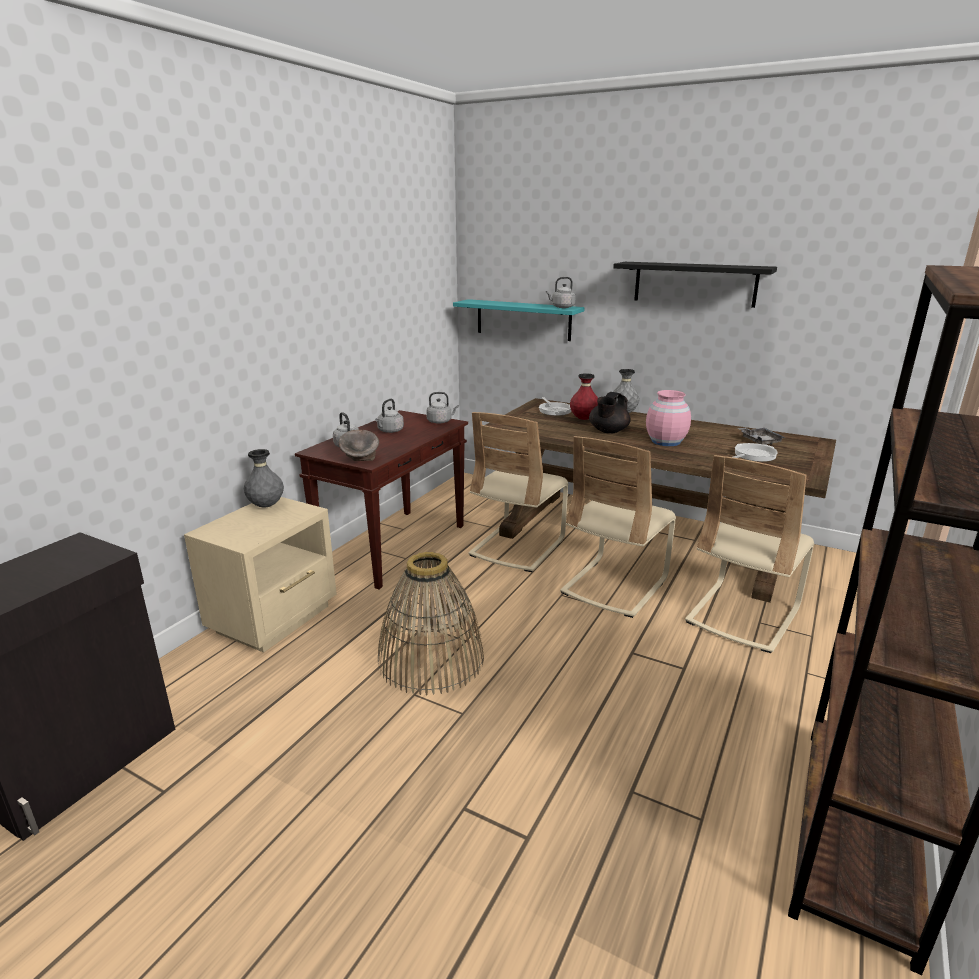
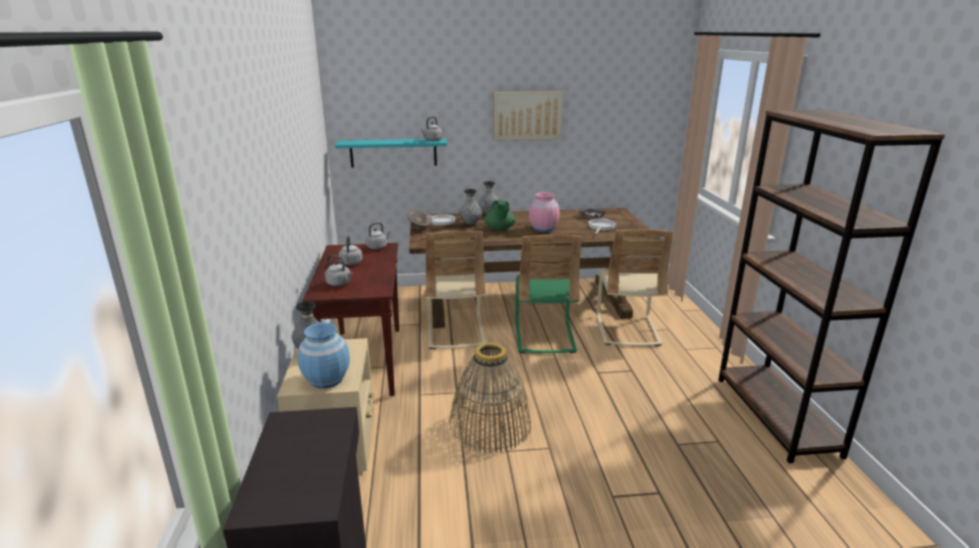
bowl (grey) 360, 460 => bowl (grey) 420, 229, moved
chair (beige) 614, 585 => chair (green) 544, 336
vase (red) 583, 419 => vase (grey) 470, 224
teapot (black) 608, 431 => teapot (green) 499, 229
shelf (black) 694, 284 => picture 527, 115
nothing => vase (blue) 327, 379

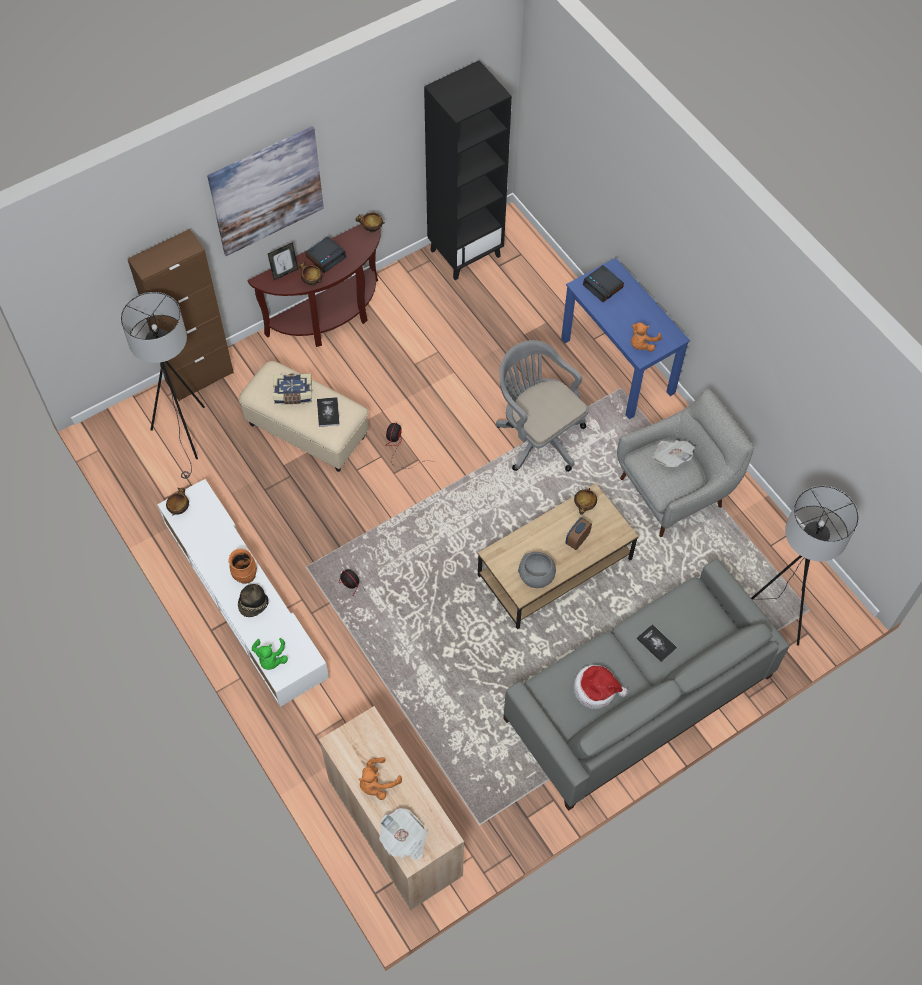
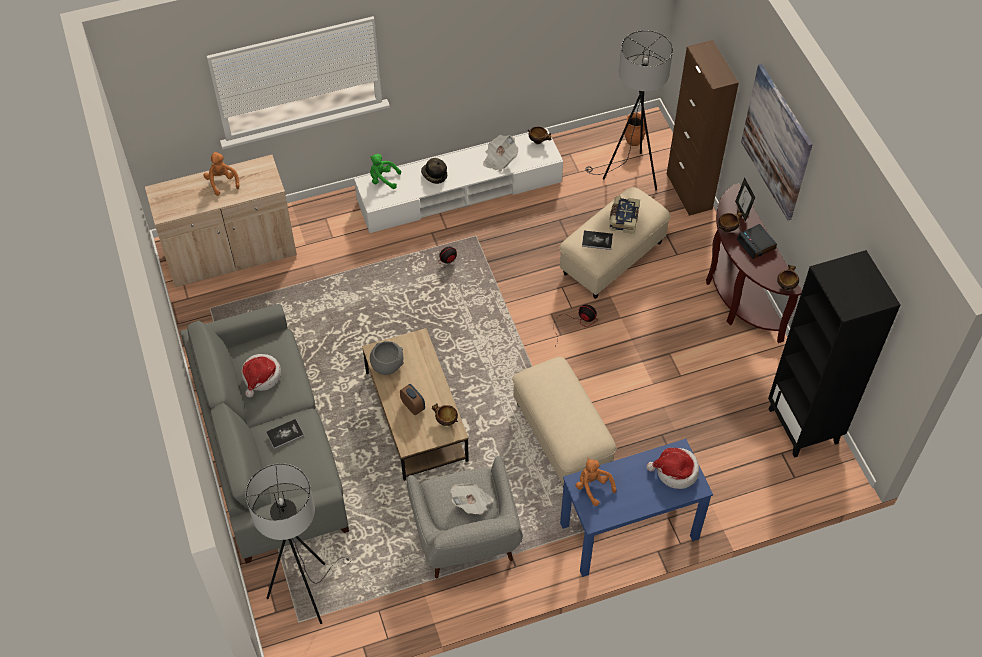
vase (orange) 245, 576 => vase (orange) 633, 141, moved
newspaper 404, 839 => newspaper 499, 159, moved
office chair (grey) 537, 435 => ottoman (beige) 562, 437
alarm clock 603, 286 => hat 675, 471

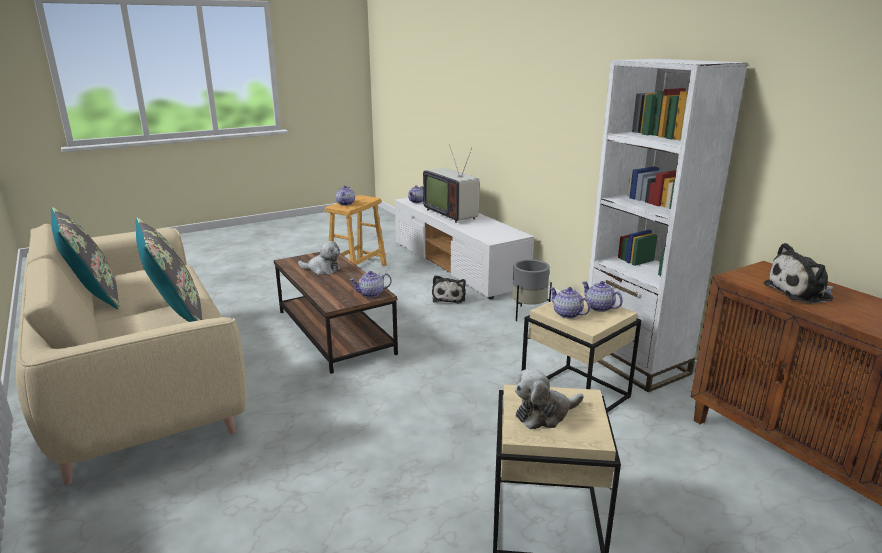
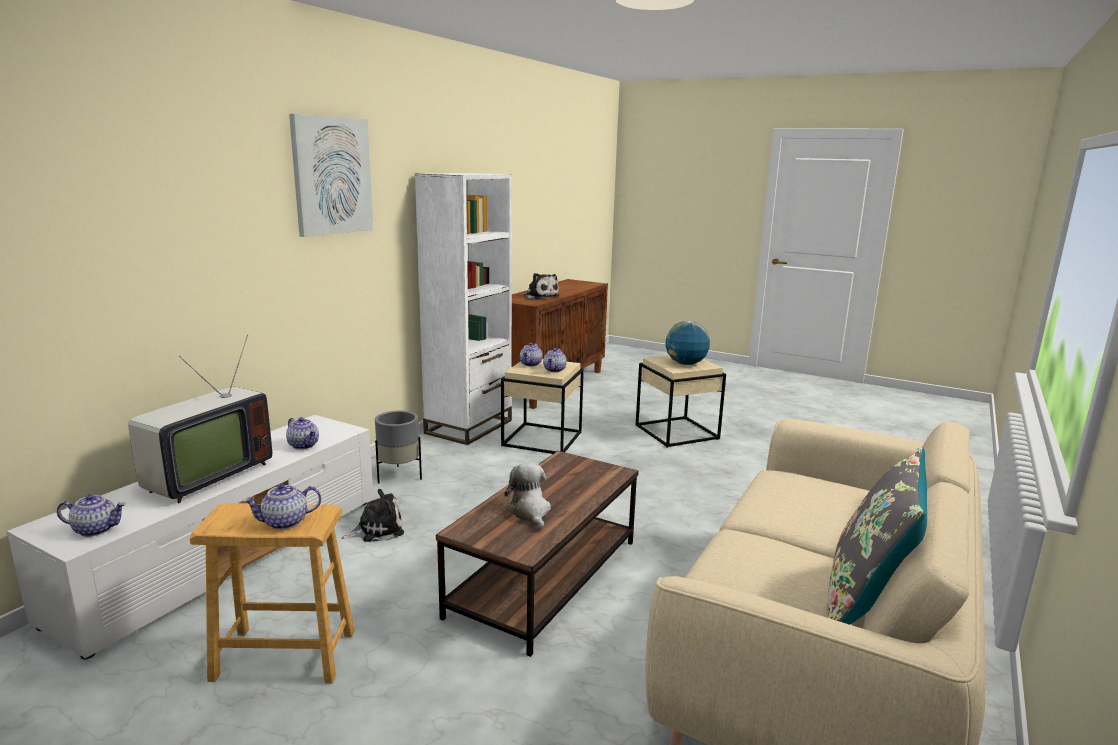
pillow (grey) 176, 314 => nothing
teapot 371, 294 => teapot 304, 445, moved
plush toy 544, 414 => globe 685, 364
nothing => picture 332, 176

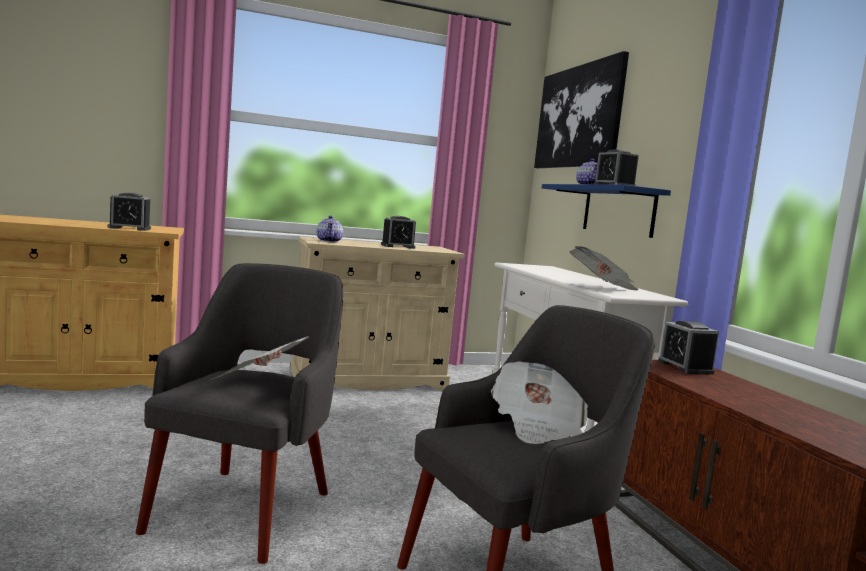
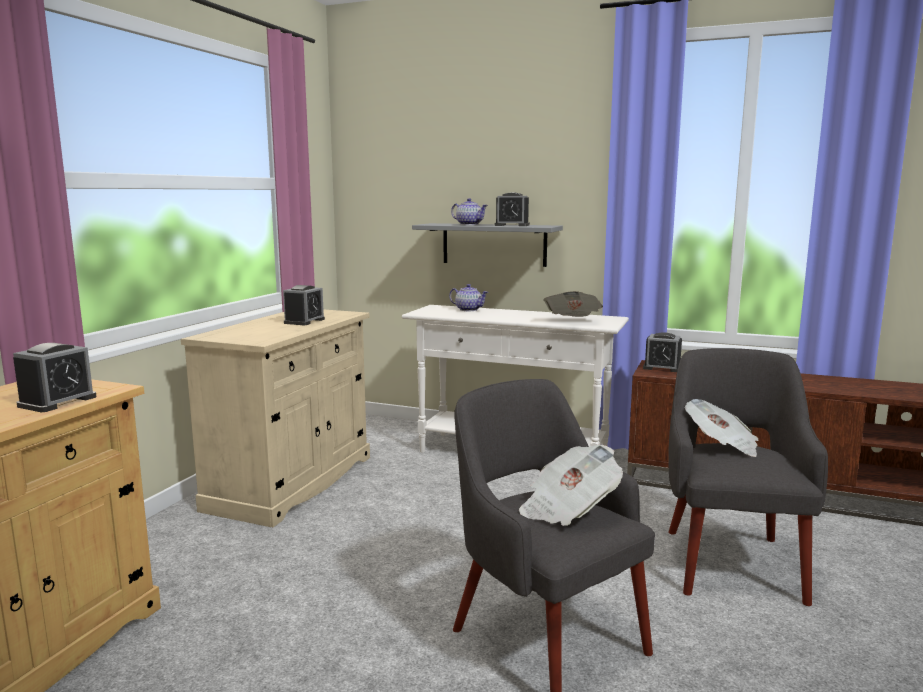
teapot 329, 241 => teapot 468, 309, moved
picture 578, 117 => nothing
shelf (blue) 618, 211 => shelf (grey) 494, 244

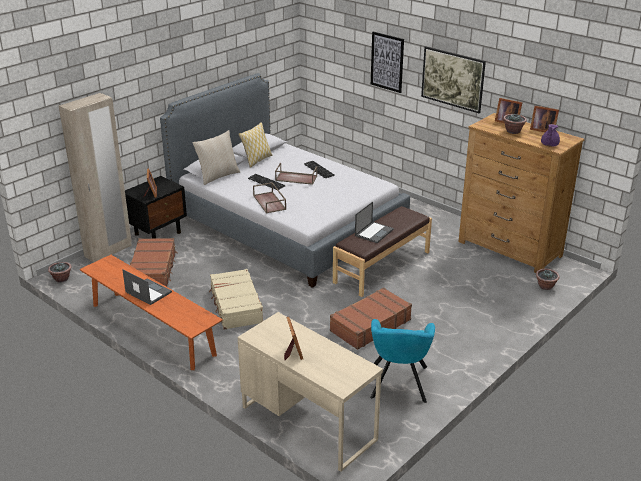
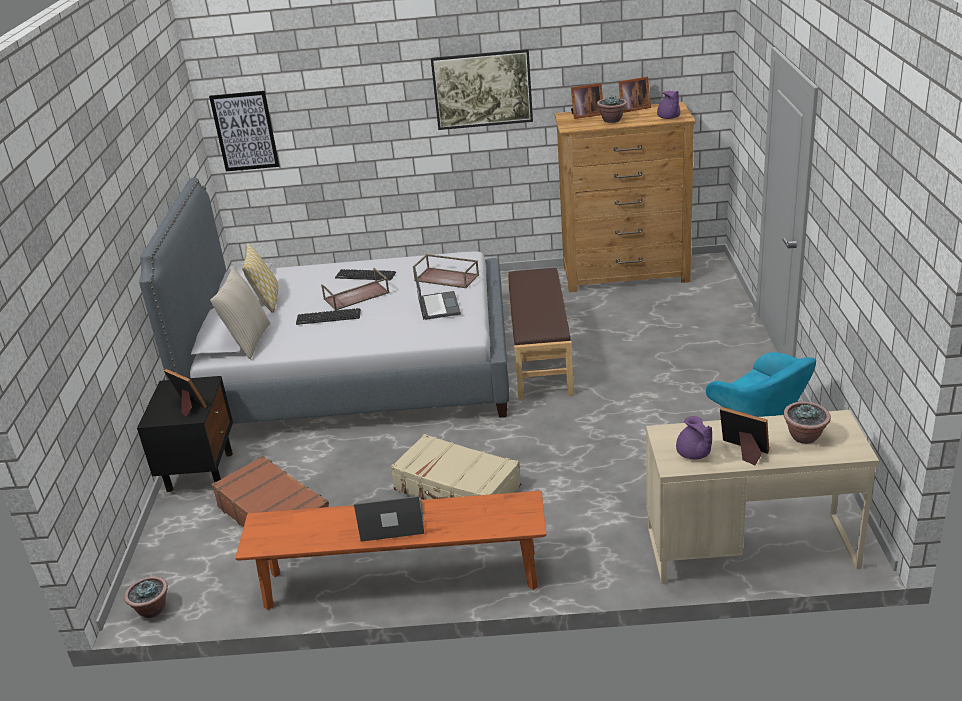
wardrobe (beige) 108, 251 => nothing
tray (brown) 270, 202 => tray (brown) 447, 278, moved
suitcase (brown) 370, 325 => nothing
laptop 374, 232 => laptop 438, 306, moved
picture 387, 62 => picture 245, 131, moved
potted plant 545, 286 => potted plant 805, 437, moved
nothing => teapot (purple) 694, 454

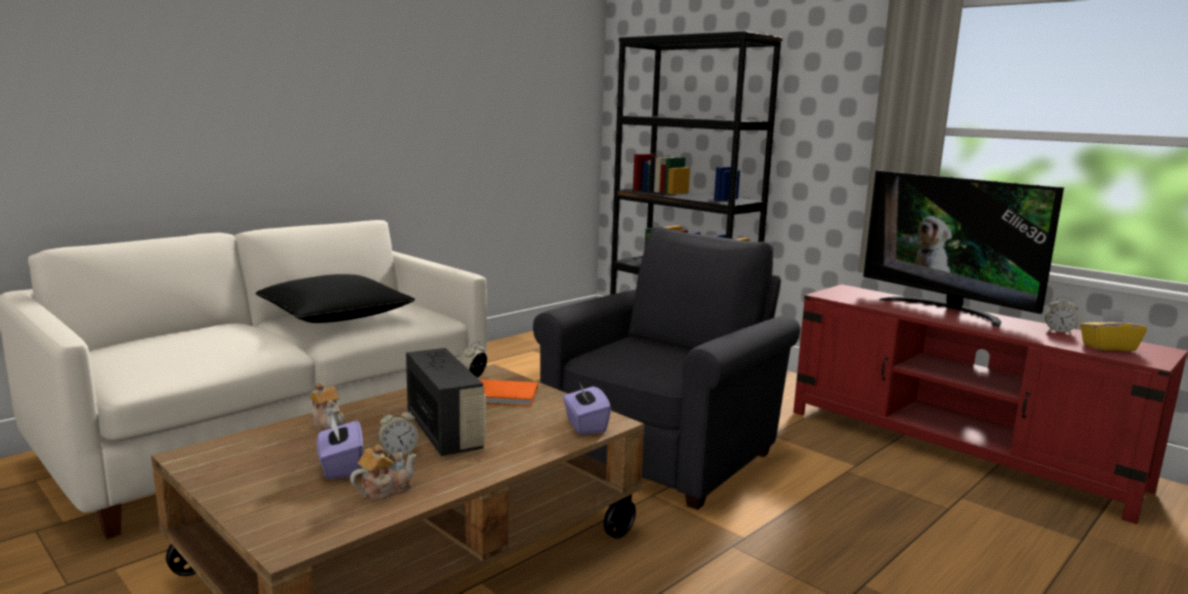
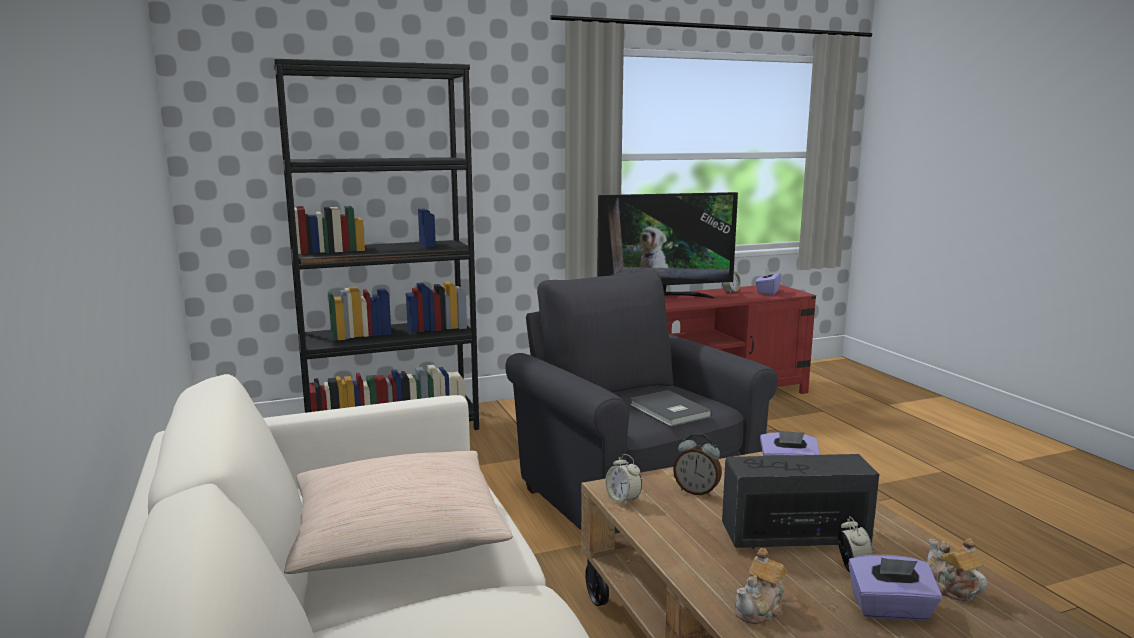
pillow (black) 335, 316 => pillow (beige) 397, 535
teapot 329, 426 => teapot 760, 609, 150 degrees clockwise
book (orange) 505, 396 => alarm clock 696, 491
tissue box (yellow) 1108, 347 => tissue box (purple) 767, 292
nothing => book (grey) 668, 411

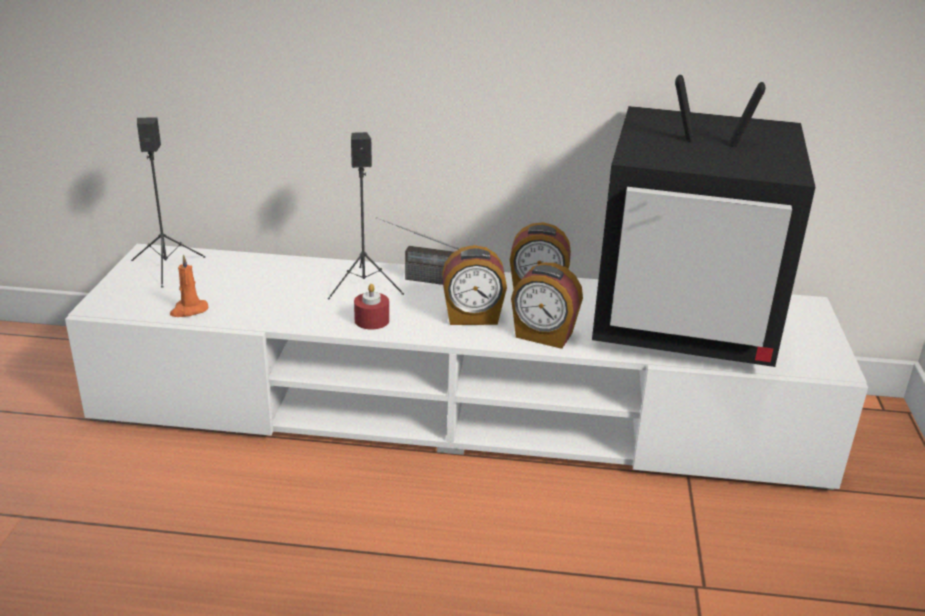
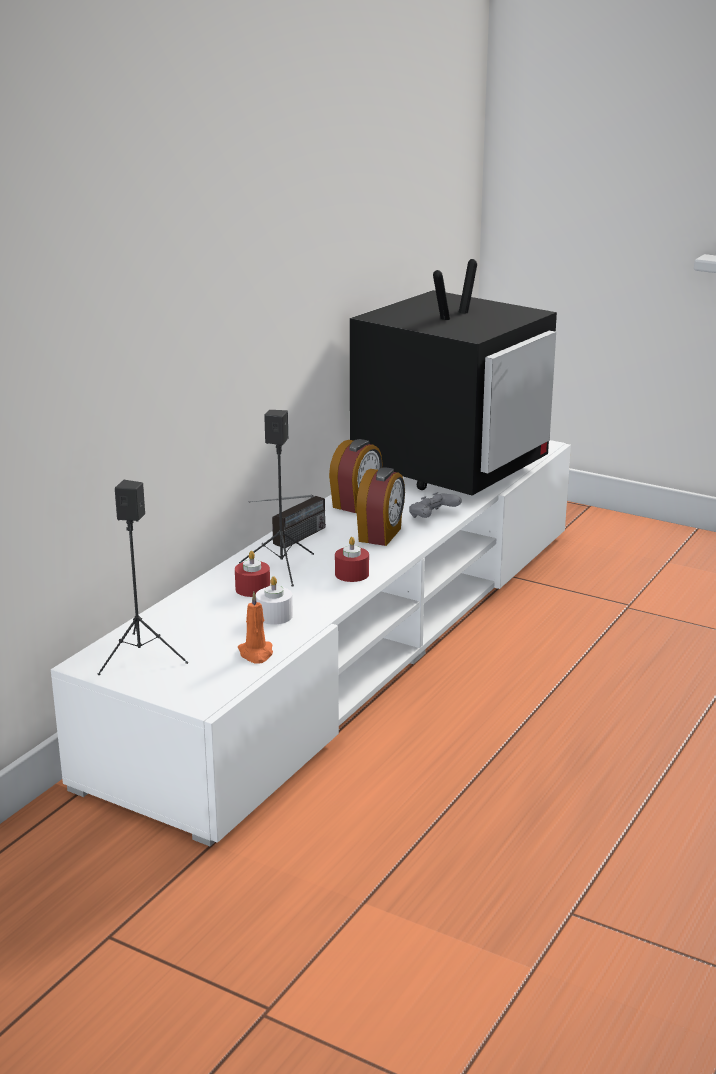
alarm clock 543, 336 => game controller (grey) 433, 517
nothing => candle (red) 252, 589
nothing => candle (white) 274, 616

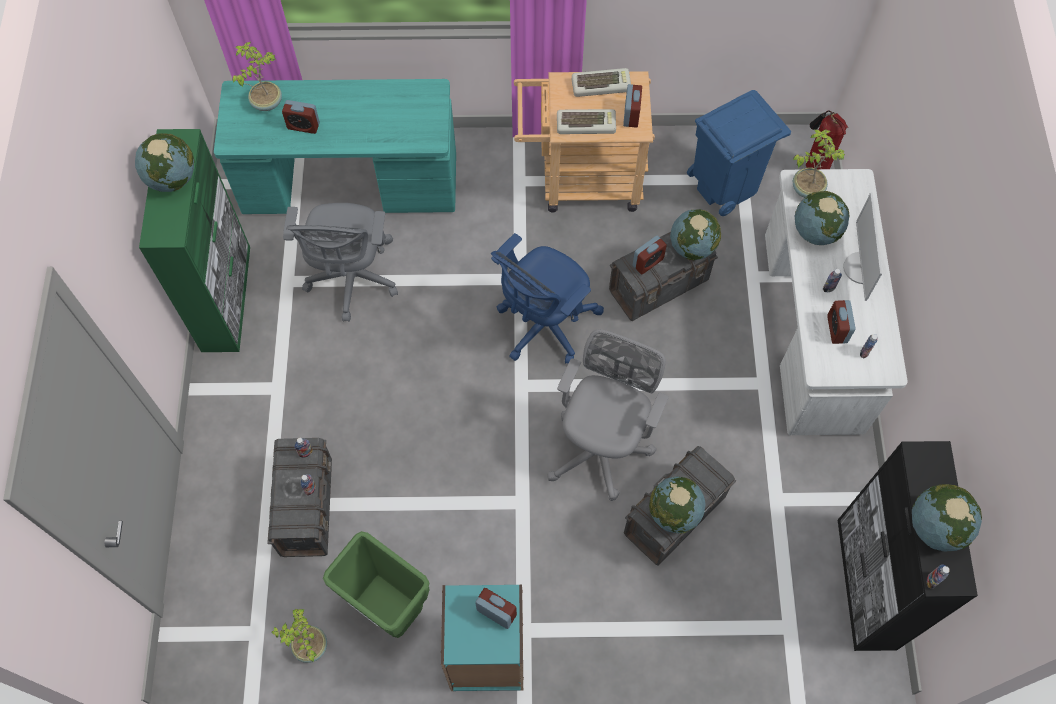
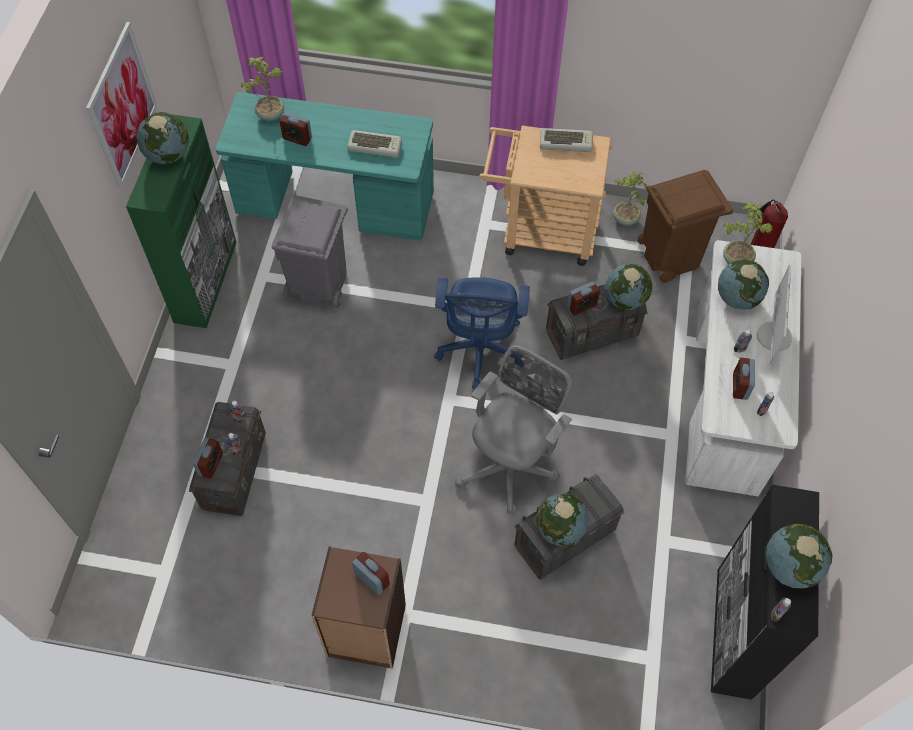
potted plant 310, 647 => potted plant 625, 219, moved
office chair (grey) 352, 280 => trash can (grey) 318, 284
trash can (green) 389, 609 => nothing
bookcase (turquoise) 487, 656 => bookcase (brown) 366, 631
office chair (blue) 543, 326 => office chair (blue) 480, 351, 45 degrees counterclockwise
keyboard 586, 124 => keyboard 375, 146, moved
alarm clock 631, 115 => alarm clock 210, 464, moved
trash can (blue) 724, 185 => trash can (brown) 670, 256
nothing => picture 122, 106

